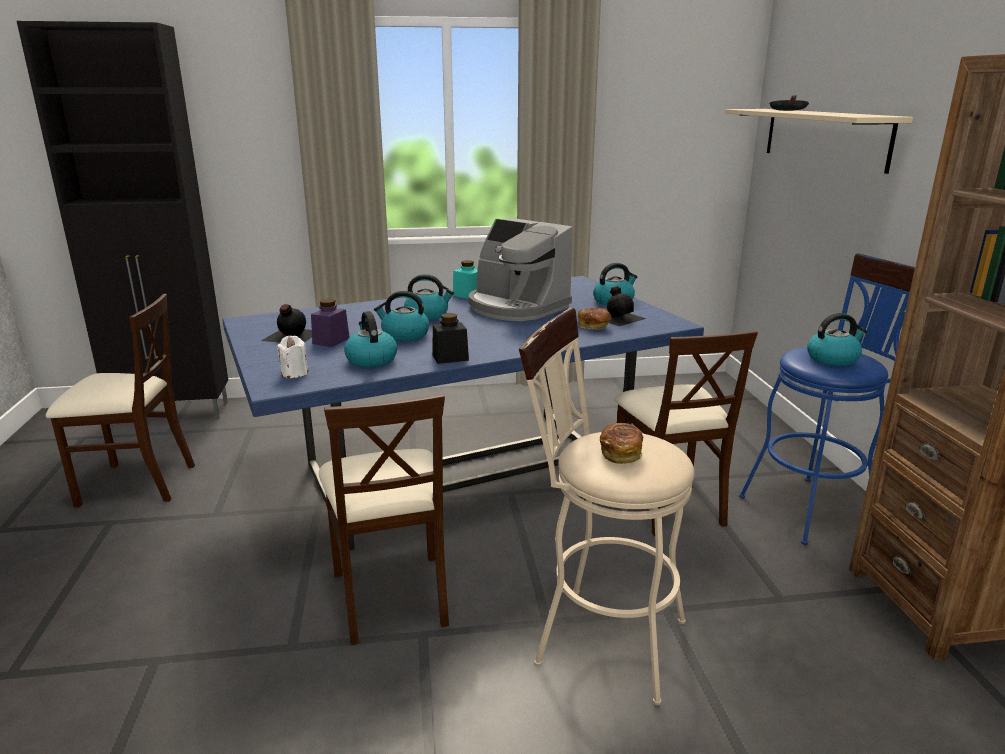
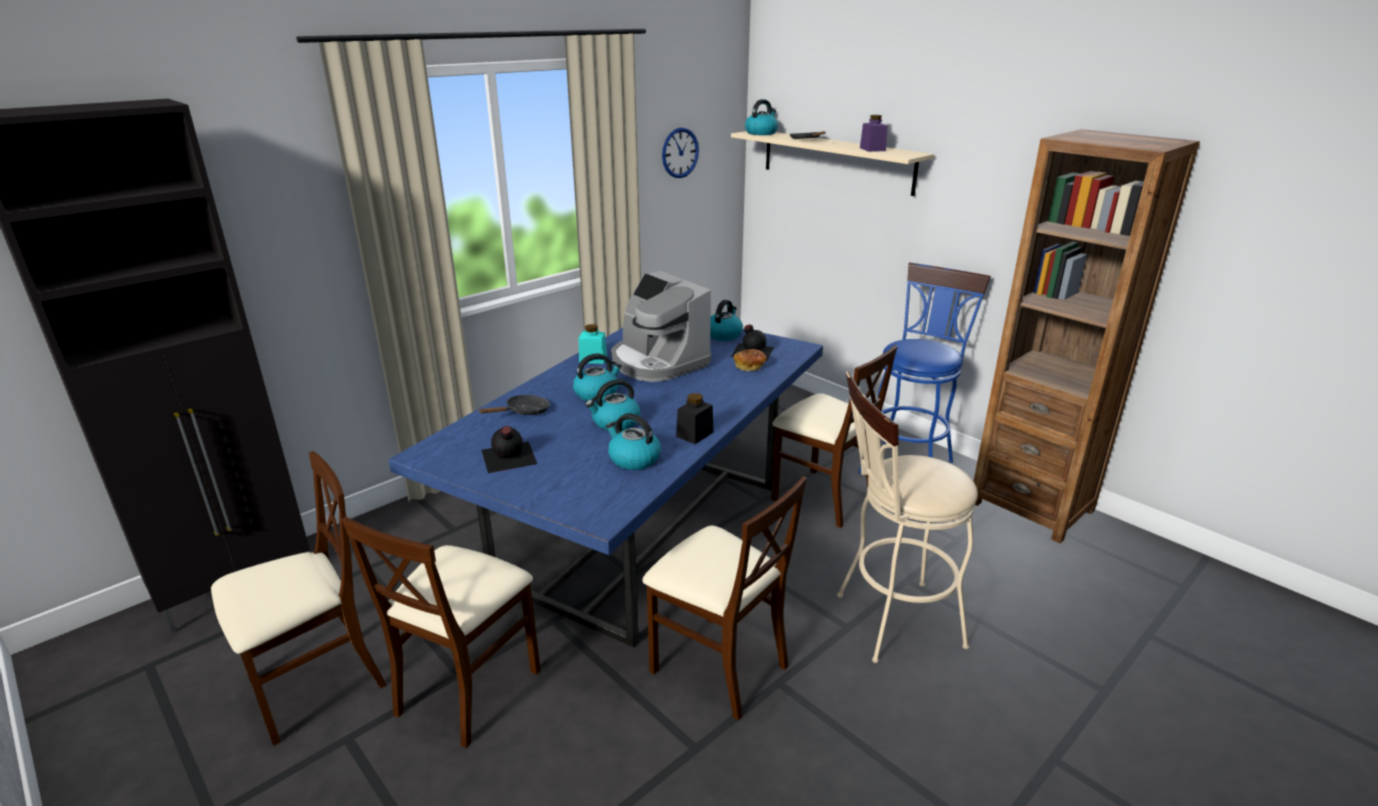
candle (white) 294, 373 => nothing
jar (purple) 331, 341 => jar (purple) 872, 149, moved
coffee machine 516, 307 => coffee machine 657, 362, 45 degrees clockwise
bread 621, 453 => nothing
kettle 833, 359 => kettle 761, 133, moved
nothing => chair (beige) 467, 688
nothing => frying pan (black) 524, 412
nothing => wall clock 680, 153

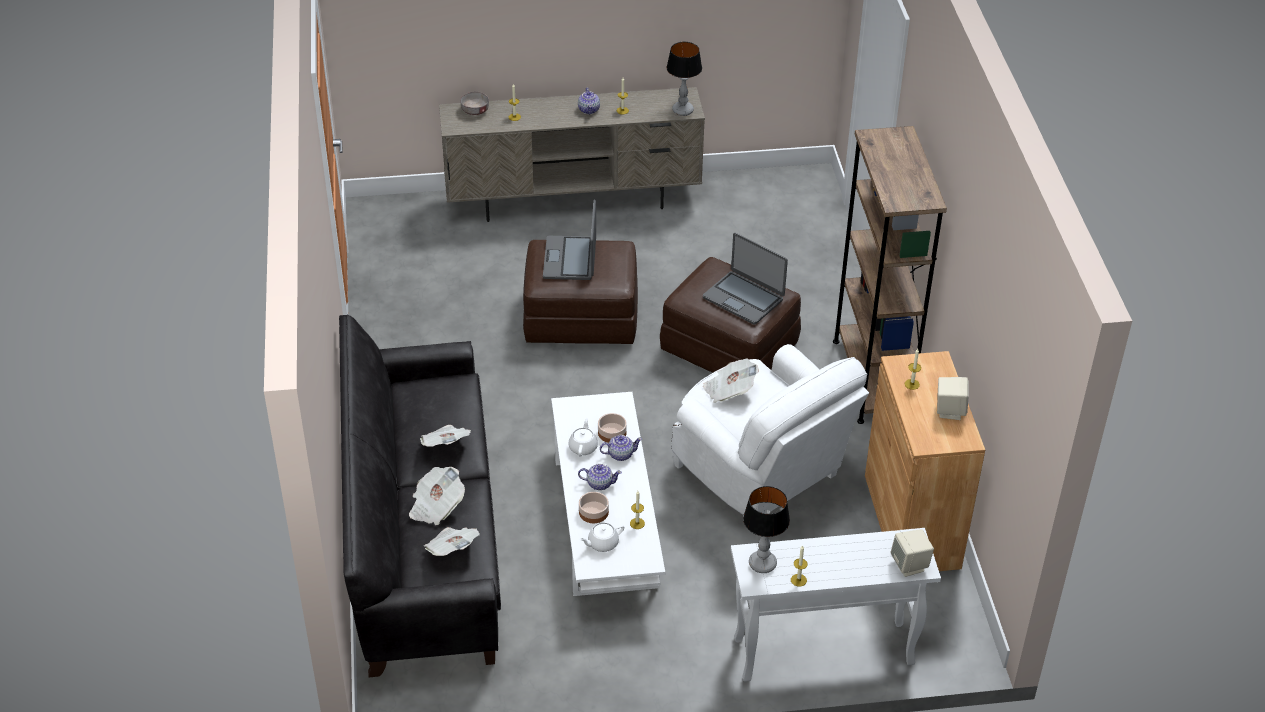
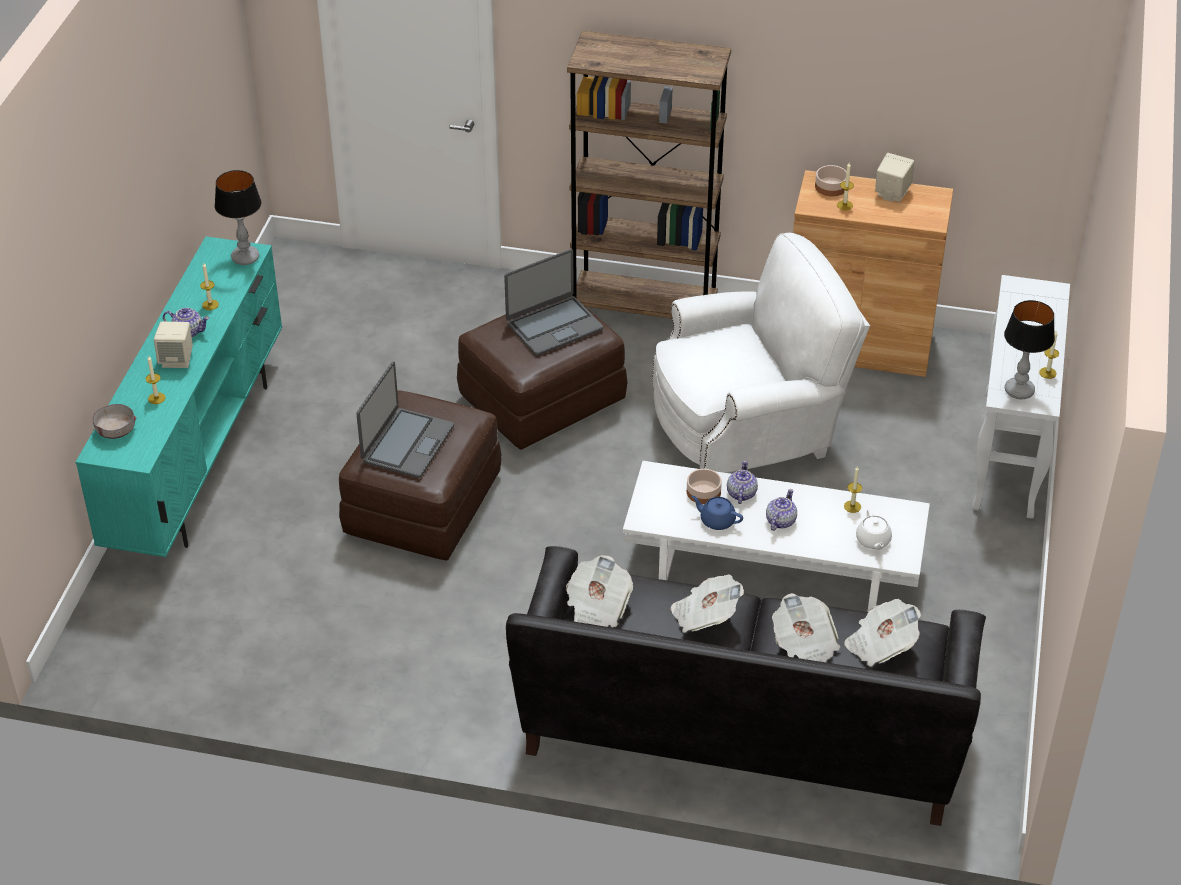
tv stand (beige) 574, 201 => tv stand (turquoise) 199, 458
laptop 570, 259 => laptop 407, 444, 90 degrees counterclockwise
teapot (white) 583, 447 => teapot (blue) 717, 520
bowl 593, 512 => bowl 831, 187, moved
newspaper 729, 390 => newspaper 597, 608, moved
speaker (beige) 910, 565 => speaker (beige) 177, 360, moved

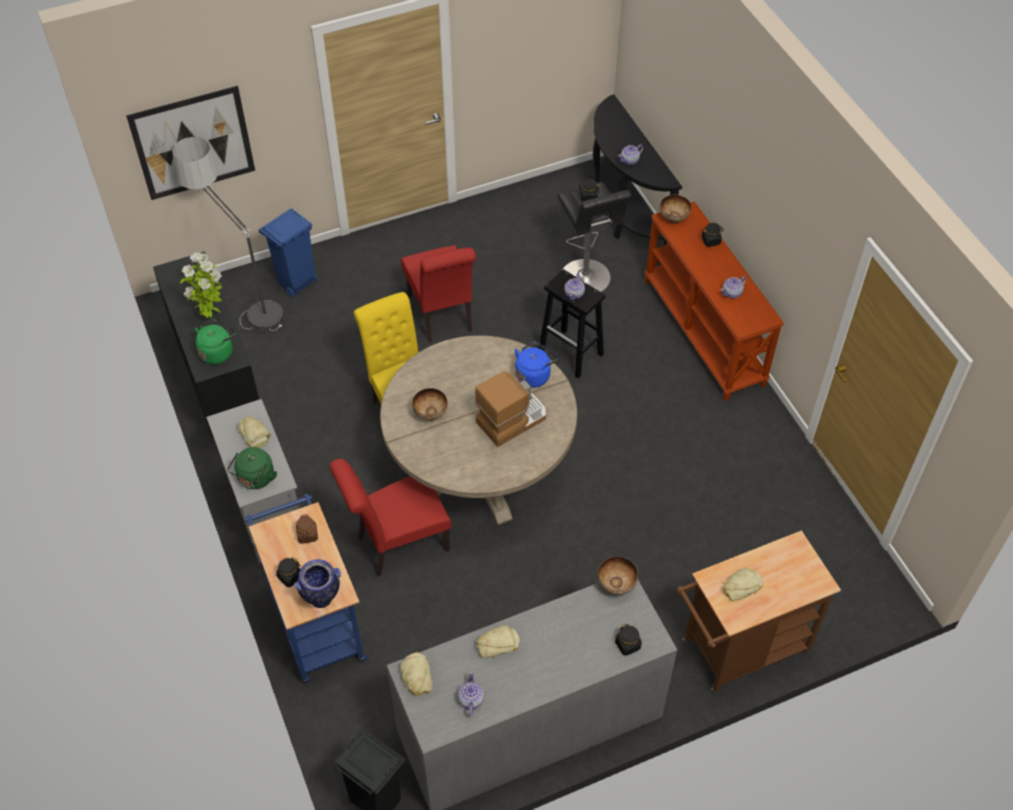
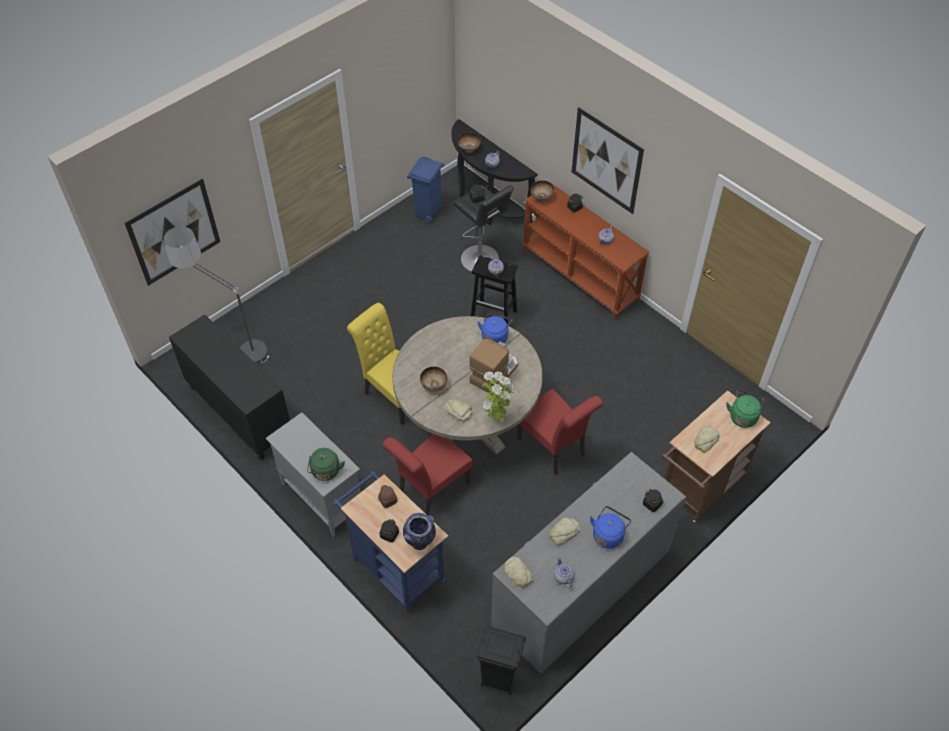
potted plant 210, 315 => potted plant 496, 418, moved
kettle (green) 218, 352 => kettle (green) 743, 416, moved
bread 254, 434 => bread 458, 411, moved
trash can (blue) 296, 284 => trash can (blue) 427, 213, moved
chair (red) 442, 316 => chair (red) 554, 449, moved
bowl 616, 585 => bowl 469, 150, moved
nothing => picture 606, 161
nothing => kettle (blue) 608, 535

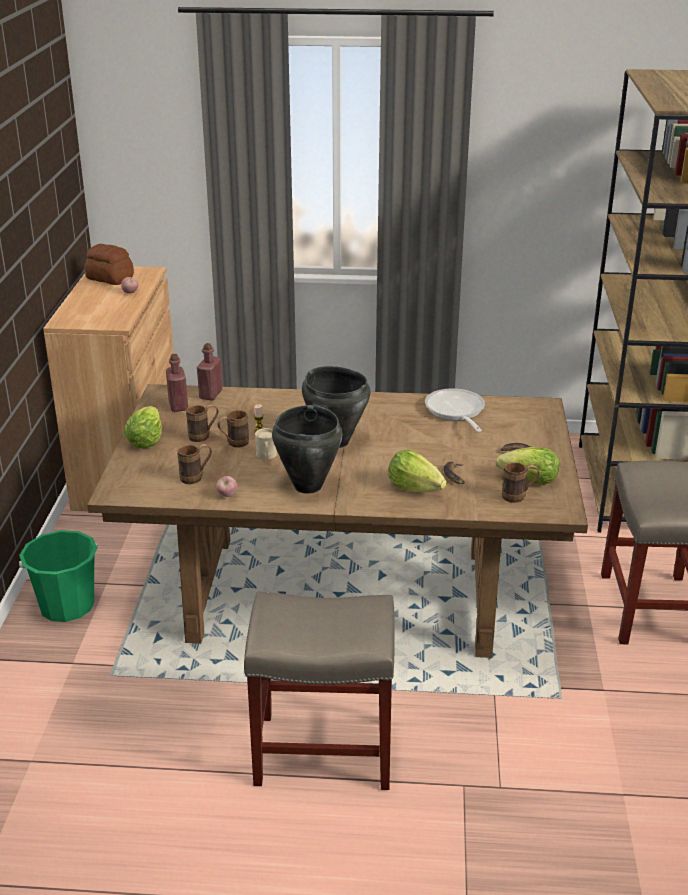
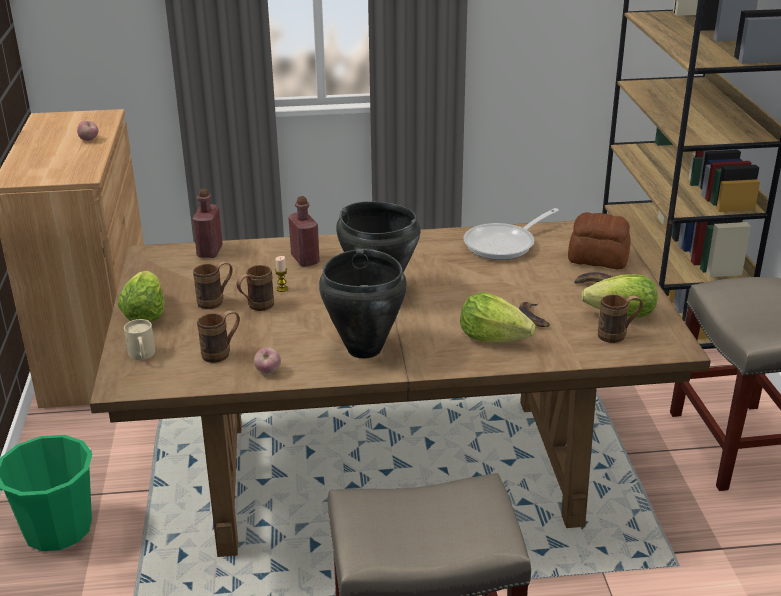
bread 110, 278 => bread 598, 259, moved
bottle (red) 178, 406 => bottle (red) 305, 259, moved
mug (beige) 266, 457 => mug (beige) 142, 356, moved
frying pan 456, 412 => frying pan 504, 244, 105 degrees counterclockwise

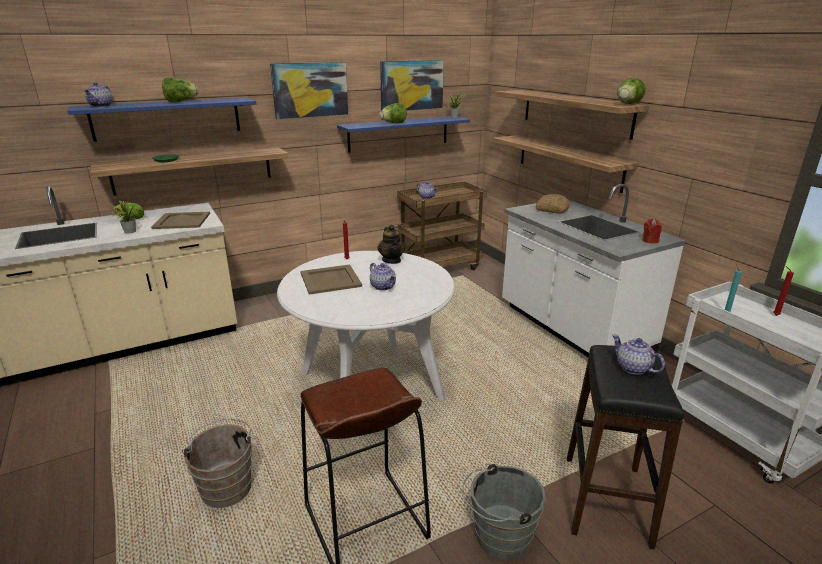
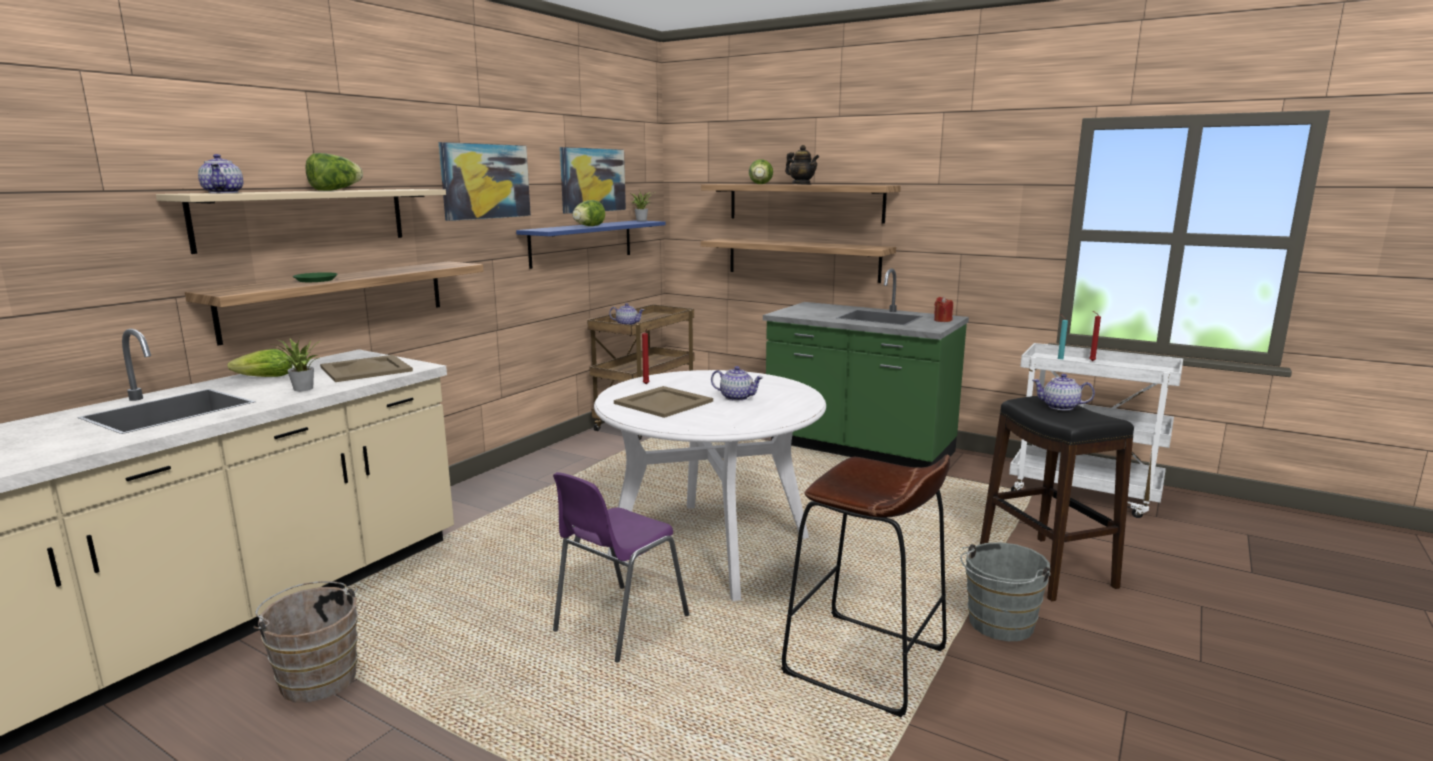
shelf (blue) 167, 119 => shelf (beige) 304, 218
bucket (brown) 227, 485 => bucket (brown) 317, 677, moved
teapot 391, 260 => teapot 801, 184, moved
counter (white) 571, 330 => counter (green) 858, 449
bread 552, 210 => nothing
lettuce 627, 104 => lettuce 760, 184, moved
nothing => chair (purple) 618, 624

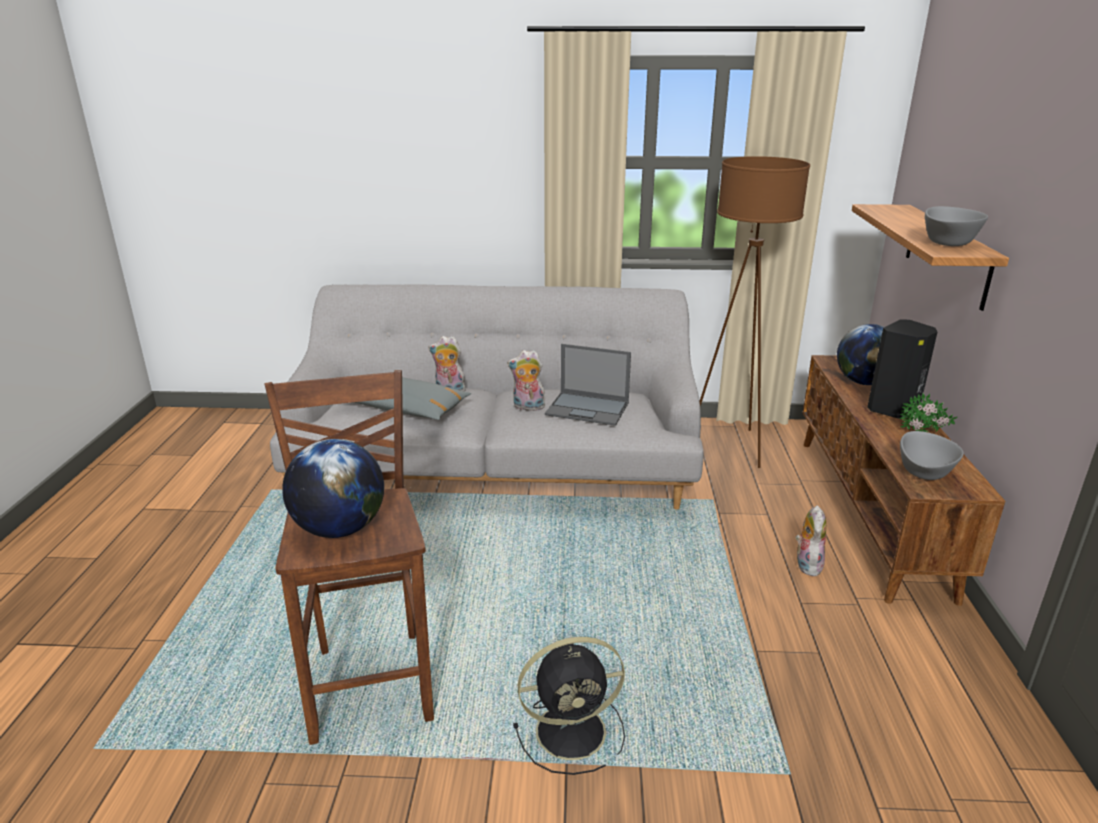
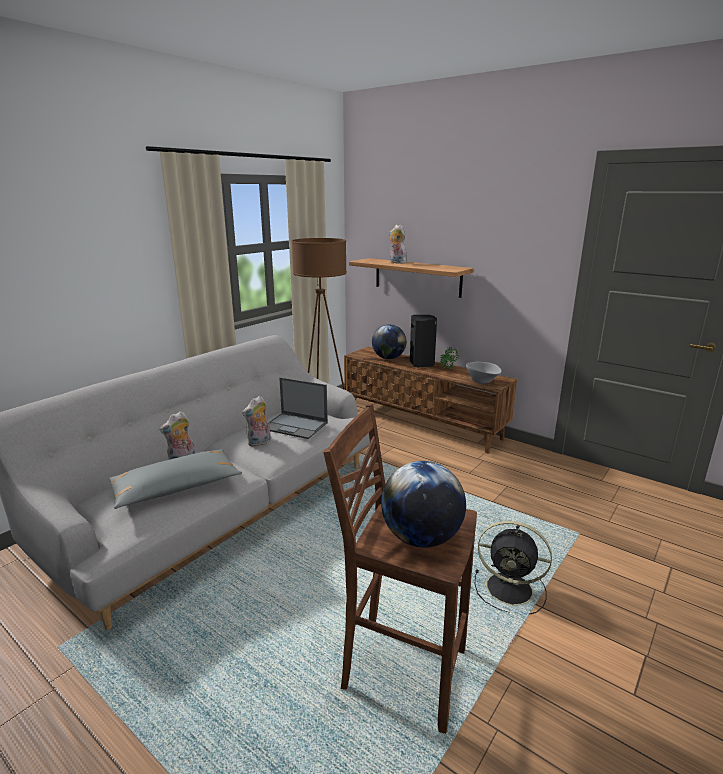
fan (black) 574, 731 => fan (black) 511, 589, 90 degrees clockwise
laptop 588, 409 => laptop 295, 426, 60 degrees clockwise
plush toy 806, 564 => plush toy 396, 262, moved
bowl (grey) 946, 244 => nothing

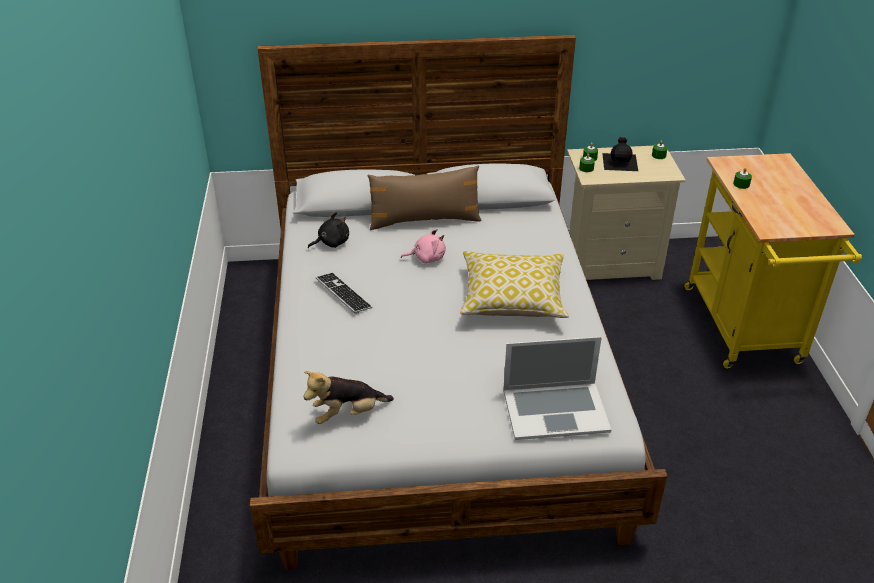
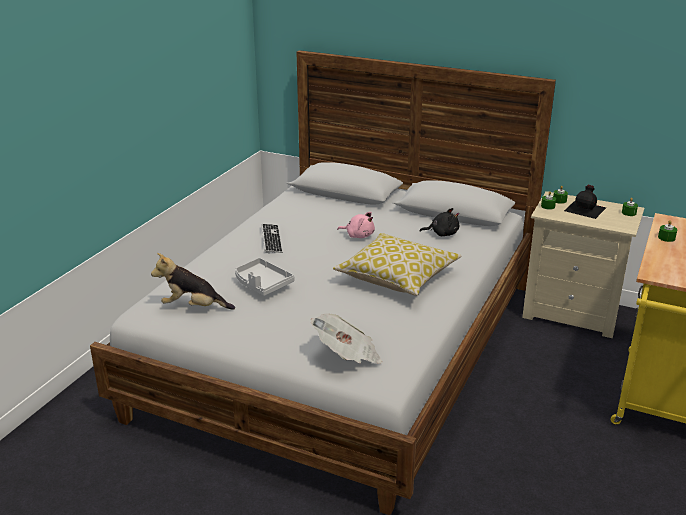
plush toy (black) 331, 242 => plush toy (black) 442, 233, moved
pillow (brown) 424, 220 => nothing
laptop 555, 410 => newspaper 347, 355
nothing => tray (grey) 262, 284

